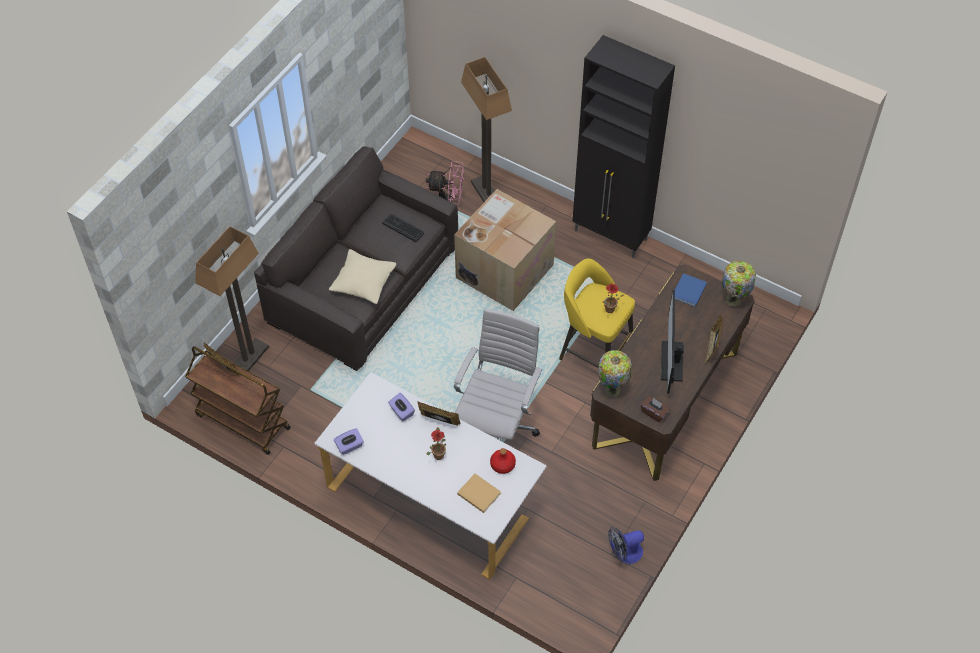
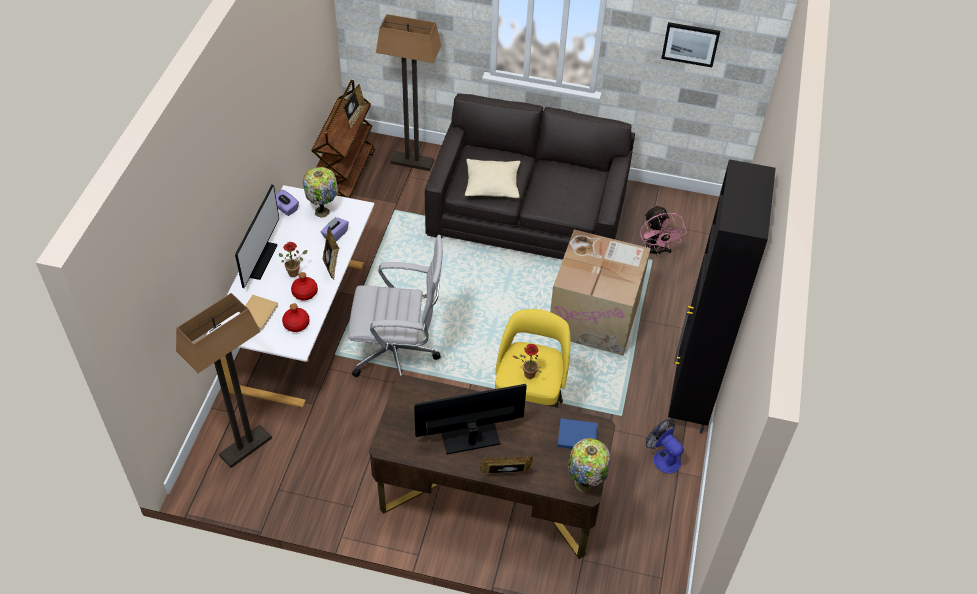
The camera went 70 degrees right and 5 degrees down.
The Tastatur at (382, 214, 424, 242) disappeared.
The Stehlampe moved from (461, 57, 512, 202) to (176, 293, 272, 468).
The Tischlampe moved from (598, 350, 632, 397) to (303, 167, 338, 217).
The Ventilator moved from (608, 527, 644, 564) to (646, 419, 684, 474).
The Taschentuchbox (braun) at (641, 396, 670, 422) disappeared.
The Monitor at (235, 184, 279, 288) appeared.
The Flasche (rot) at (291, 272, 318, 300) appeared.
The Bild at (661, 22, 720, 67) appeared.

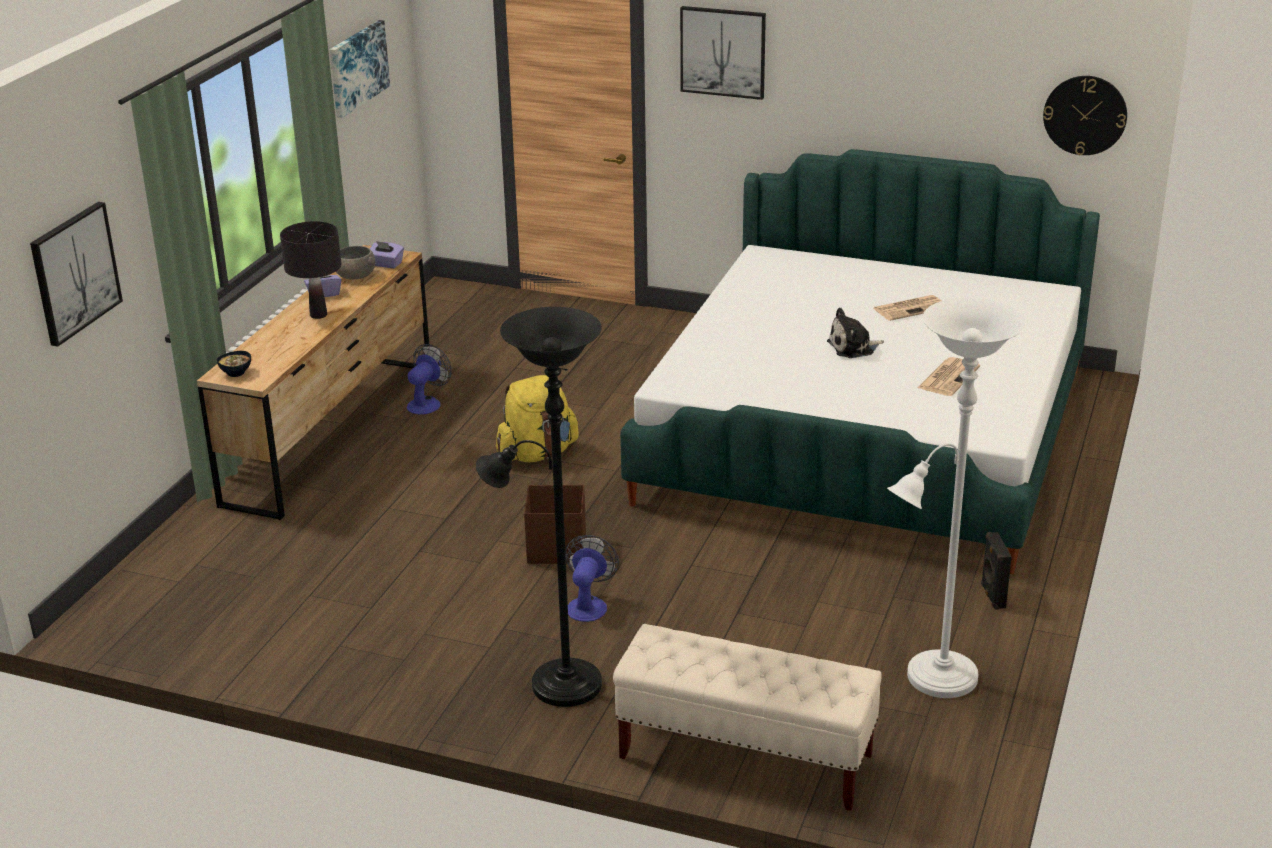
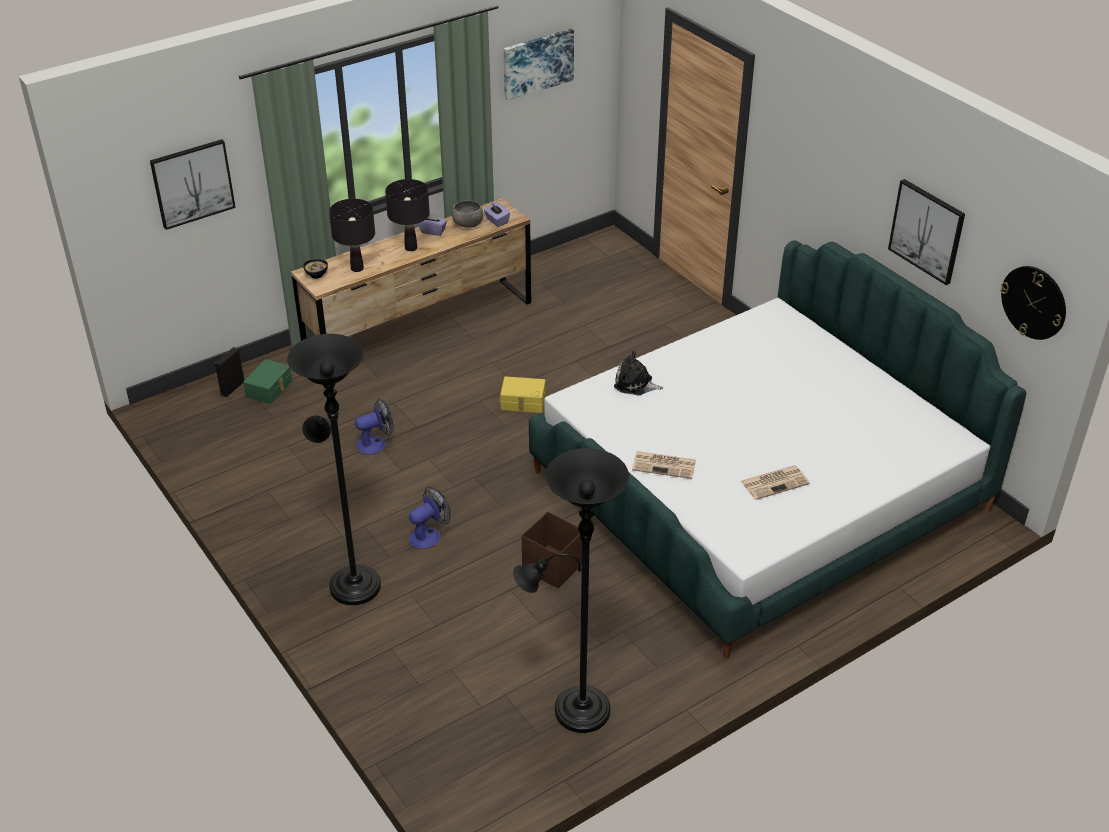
The camera went 35 degrees right and 10 degrees up.
The Ventilator moved from (407, 344, 452, 414) to (355, 398, 393, 455).
The Rucksack (gelb) at (496, 375, 579, 462) was replaced by the Aufbewahrungsbox (gelb) at (500, 376, 546, 413).
The Aufbewahrungsbox (braun) moved from (524, 485, 586, 564) to (522, 511, 582, 588).
The Bank (beige) at (613, 624, 882, 811) disappeared.
The Bild moved from (680, 6, 766, 100) to (888, 179, 965, 285).
The Plüschtier moved from (827, 308, 884, 358) to (614, 350, 663, 396).
The Zeitung moved from (873, 295, 941, 321) to (632, 451, 696, 479).
The Stehlampe (weiß) at (887, 298, 1026, 698) became the Stehlampe (schwarz) at (513, 448, 629, 733).
The Lautsprecher (schwarz) moved from (981, 532, 1012, 610) to (214, 347, 244, 397).
The Aufbewahrungsbox (grün) at (243, 359, 292, 404) appeared.
The Tischlampe (schwarz) at (329, 199, 375, 272) appeared.

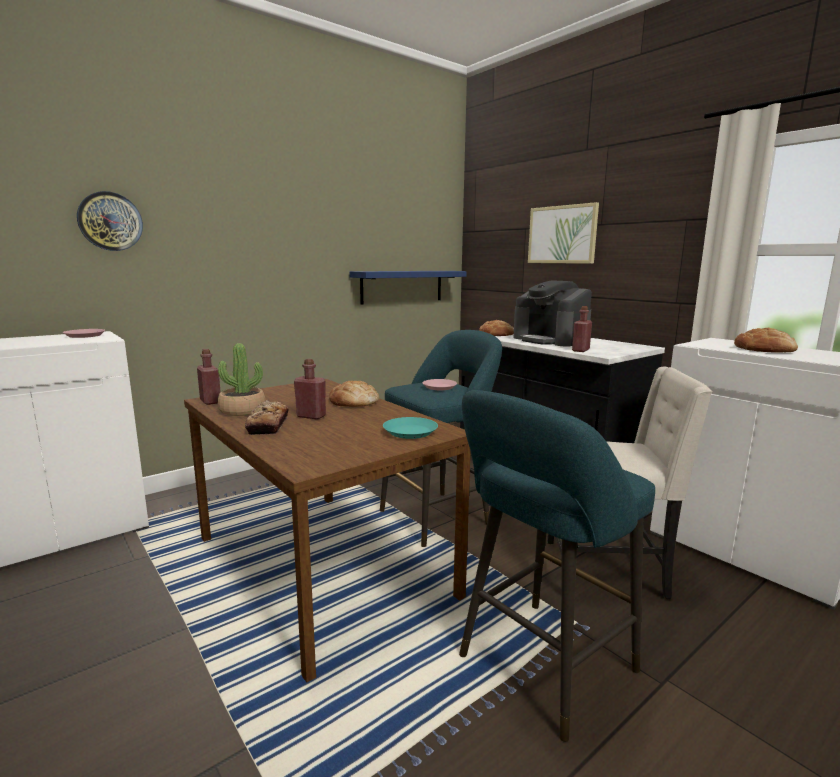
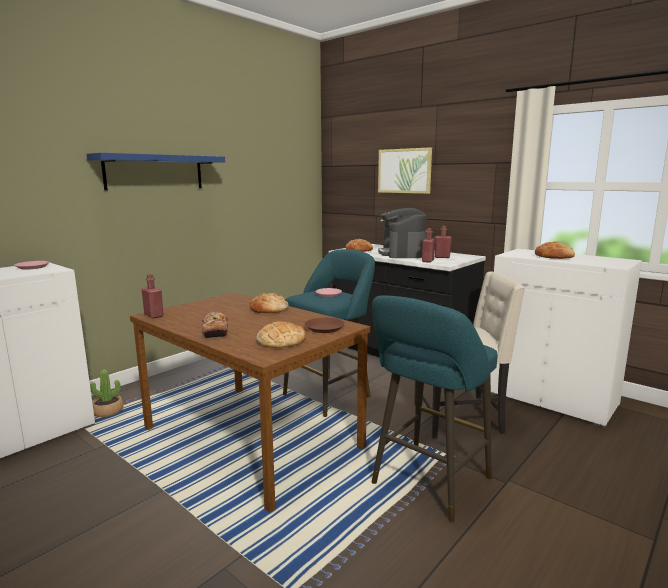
The camera went 10 degrees left and 0 degrees up.
The Wanduhr at (77, 191, 143, 251) disappeared.
The Topfpflanze moved from (218, 343, 266, 416) to (90, 369, 124, 417).
The Flasche (rot) moved from (294, 359, 326, 419) to (435, 226, 452, 258).
The Wandregal (blau) moved from (349, 271, 467, 304) to (87, 153, 225, 190).
The Teller (türkis) at (383, 417, 438, 439) became the Teller (braun) at (305, 318, 345, 333).
The Kaffeemaschine at (513, 280, 592, 346) turned 45 degrees clockwise.
The Brot at (257, 321, 306, 348) appeared.

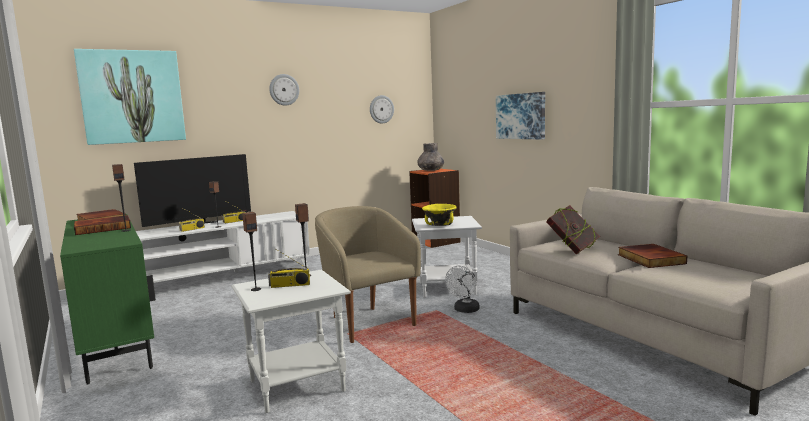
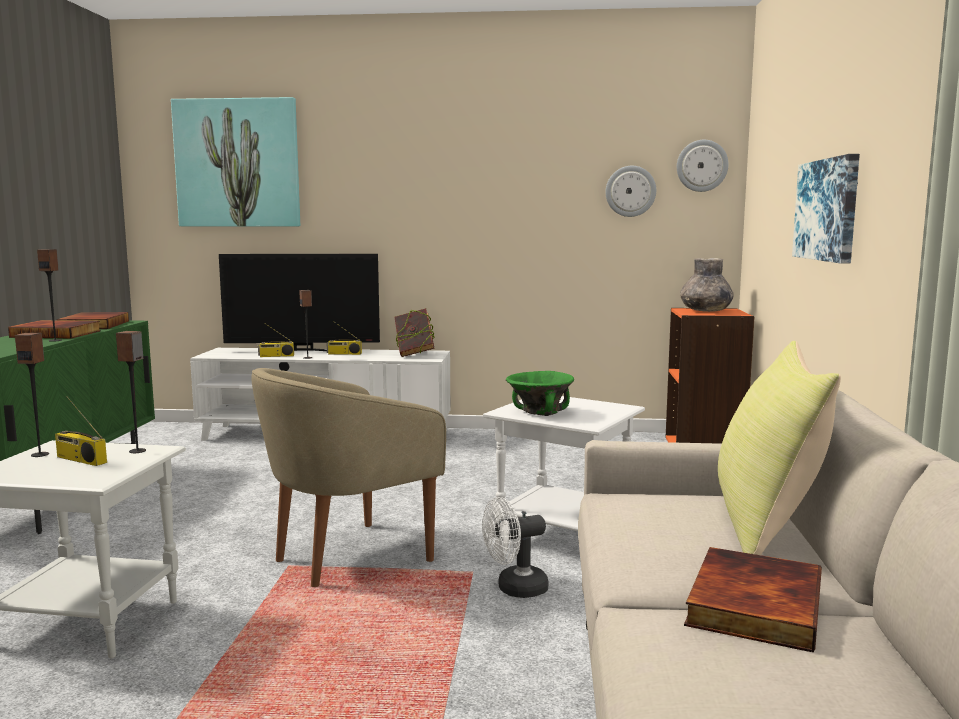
The camera went 35 degrees right and 0 degrees up.
The Wanduhr moved from (269, 74, 299, 106) to (677, 140, 729, 192).
The Sessel (beige) at (315, 206, 421, 343) turned 135 degrees counterclockwise.
The Schüssel (gelb) at (422, 204, 457, 226) became the Schüssel (grün) at (506, 371, 574, 416).
The Buch moved from (546, 205, 600, 254) to (394, 308, 435, 357).
The Kissen (gelb) at (718, 341, 841, 555) appeared.

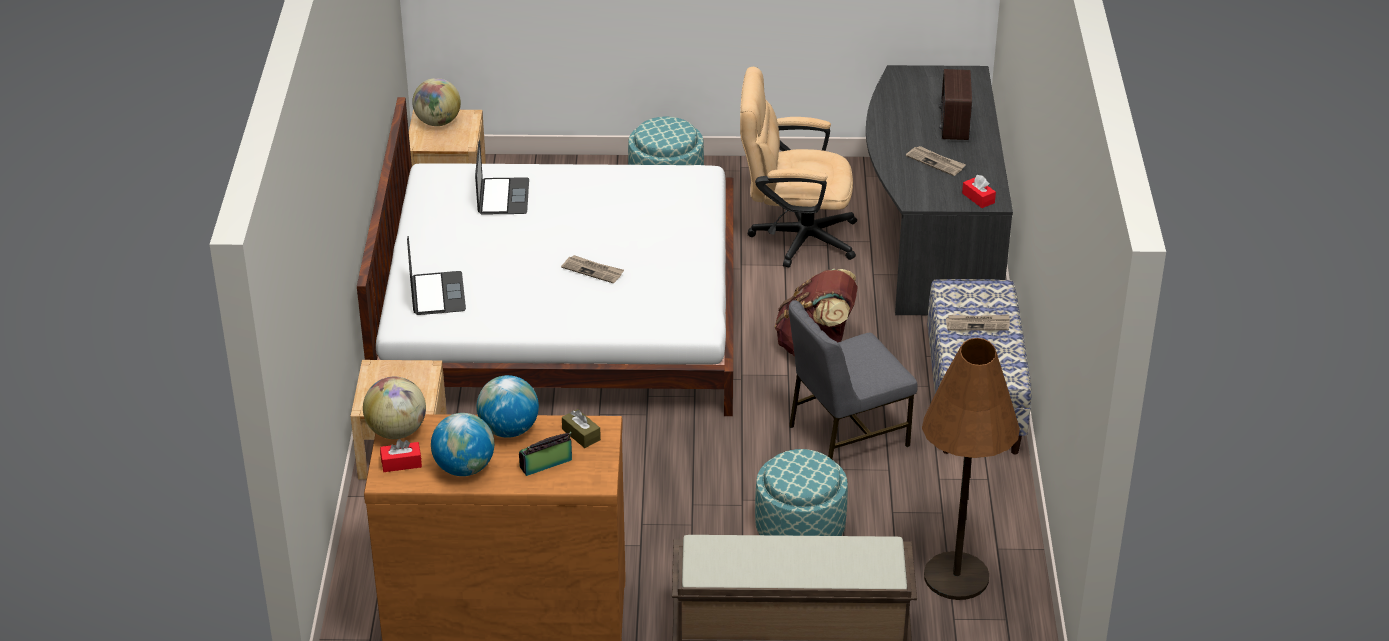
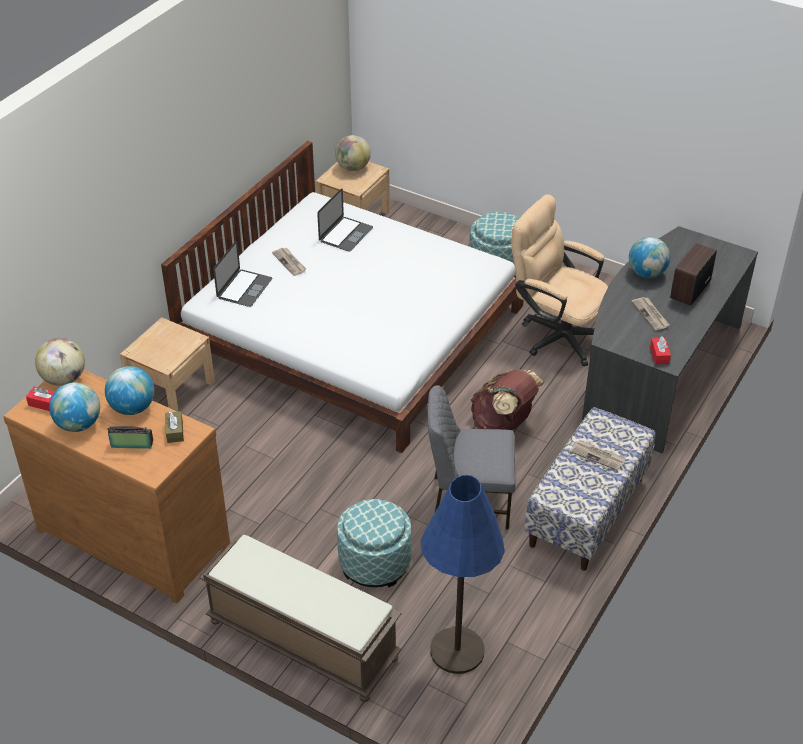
The camera went 30 degrees right and 5 degrees up.
The Zeitung moved from (561, 255, 624, 284) to (272, 248, 306, 276).
The Stehlampe (braun) at (922, 338, 1020, 600) became the Stehlampe (blau) at (421, 475, 505, 674).
The Globus at (629, 237, 670, 278) appeared.

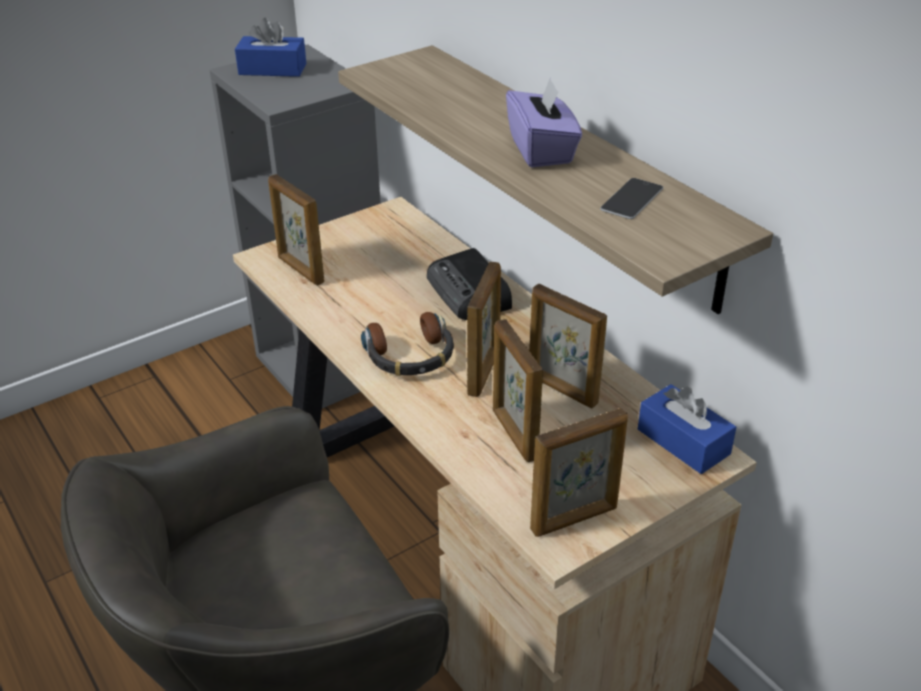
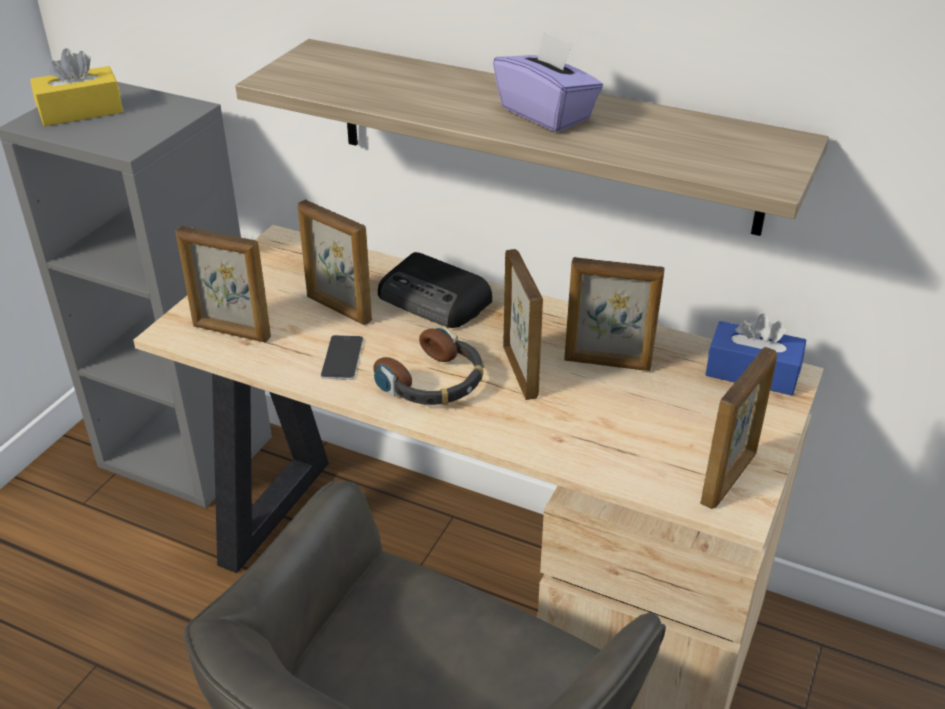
The camera went 30 degrees left and 0 degrees up.
The Taschentuchbox (blau) at (235, 18, 306, 77) became the Taschentuchbox (gelb) at (30, 48, 123, 126).
The Bilderrahmen moved from (493, 319, 543, 462) to (297, 200, 372, 325).
The Handy moved from (600, 178, 663, 219) to (321, 335, 363, 380).

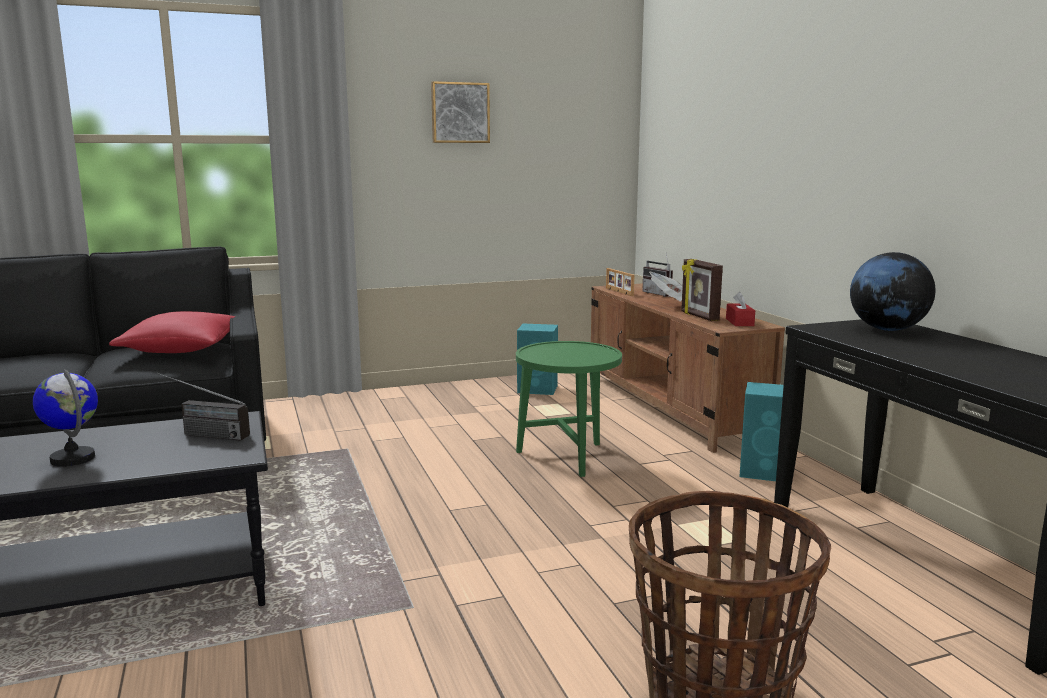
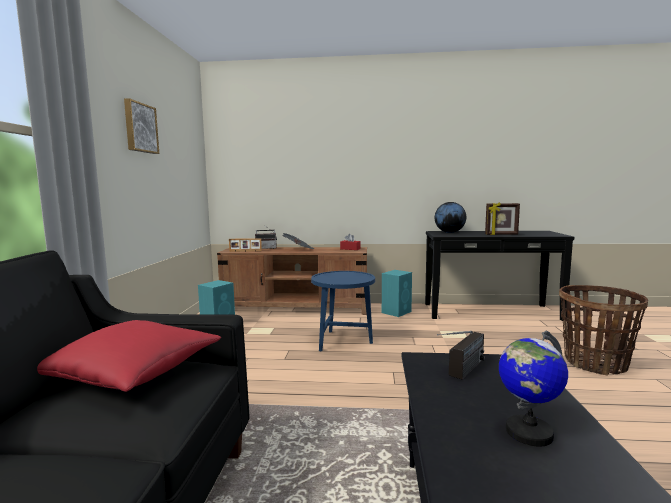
The camera went 65 degrees left and 5 degrees down.
The Beistelltisch (grün) at (516, 341, 622, 477) became the Beistelltisch (blau) at (311, 271, 375, 351).
The Bilderrahmen moved from (681, 259, 723, 321) to (485, 202, 520, 235).

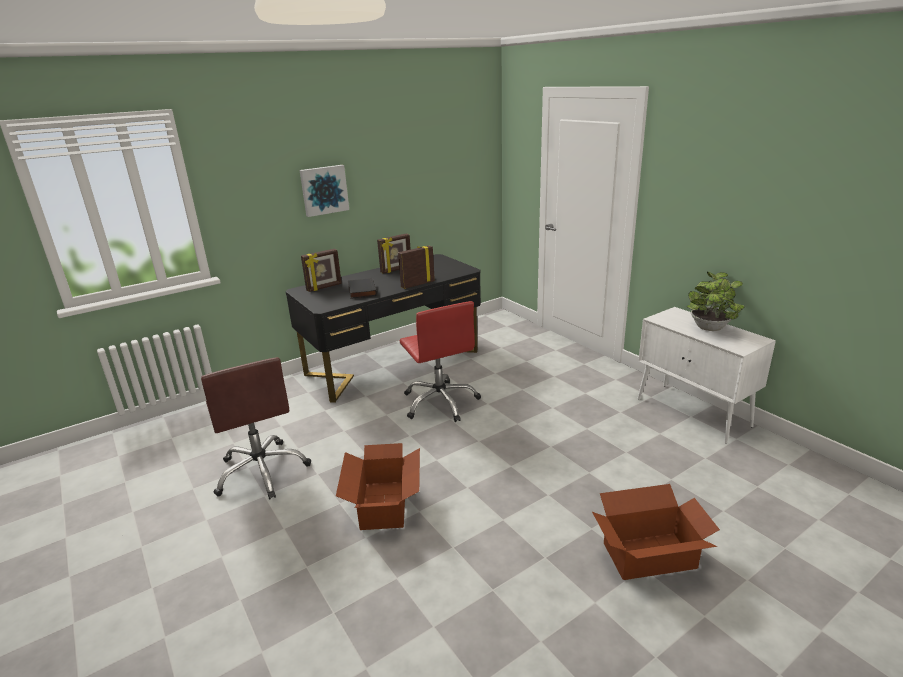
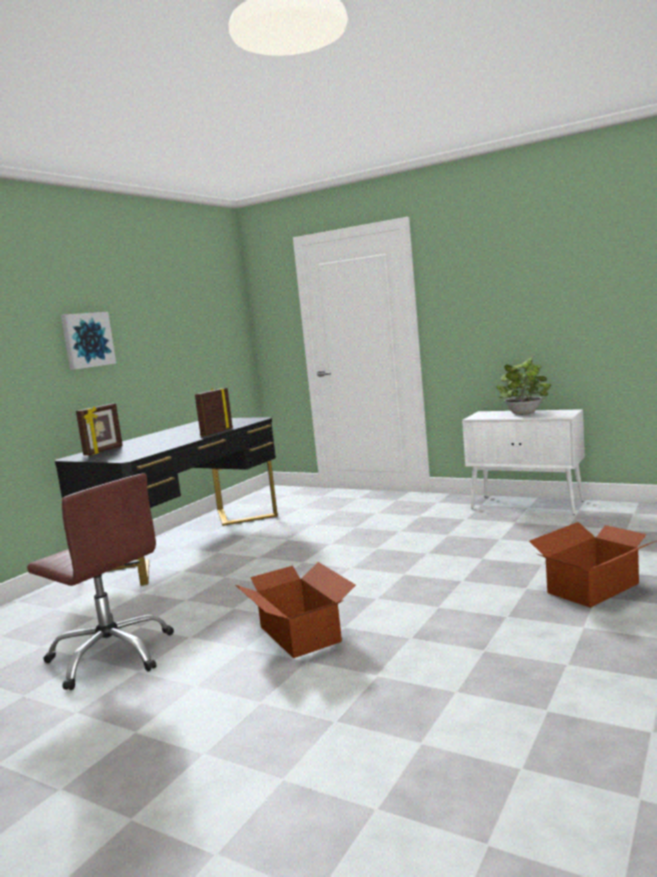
The camera went 25 degrees left and 15 degrees down.
The Buch (schwarz) at (348, 278, 377, 299) disappeared.
The Bilderrahmen at (377, 233, 411, 274) disappeared.
The Bürostuhl (rot) at (400, 301, 481, 422) disappeared.

